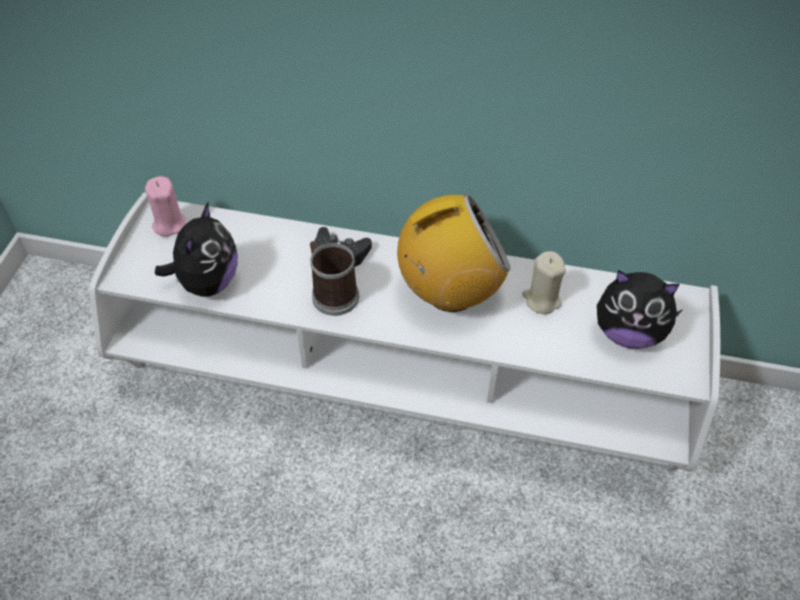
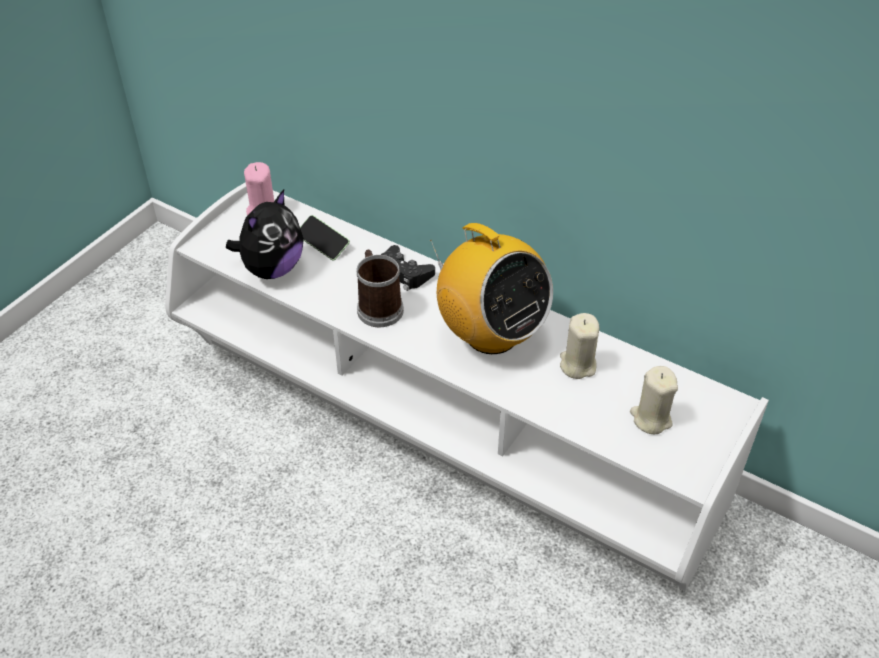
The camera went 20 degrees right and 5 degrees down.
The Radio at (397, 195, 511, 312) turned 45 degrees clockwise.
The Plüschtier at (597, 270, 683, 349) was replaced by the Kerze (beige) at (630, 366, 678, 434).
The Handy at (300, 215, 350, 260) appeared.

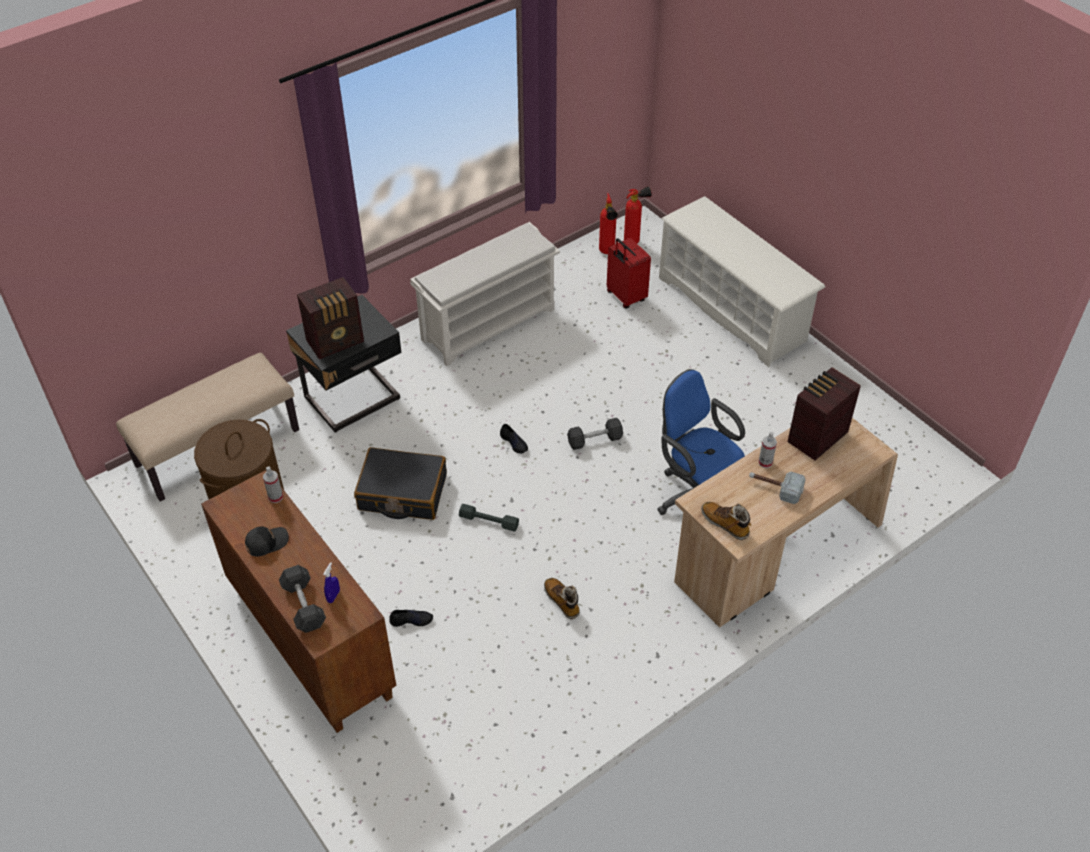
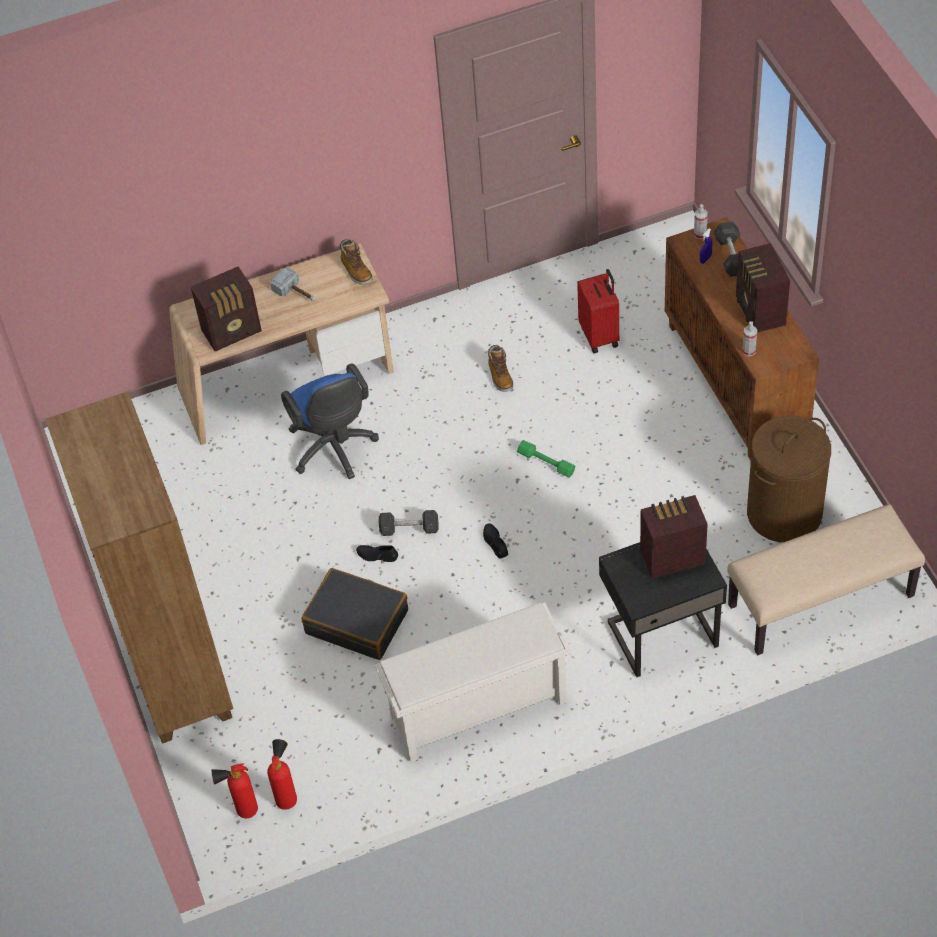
The camera went 160 degrees left and 5 degrees up.
The Kappe (schwarz) at (245, 526, 289, 557) was replaced by the Radio at (736, 243, 790, 333).
The Koffer (schwarz) moved from (354, 447, 447, 520) to (302, 568, 408, 660).
The Schuh (schwarz) moved from (389, 610, 433, 627) to (356, 545, 398, 562).
The Hantel (grau) at (459, 504, 519, 532) became the Hantel (grün) at (517, 440, 575, 478).
The Koffer (rot) moved from (607, 238, 651, 309) to (577, 269, 619, 353).
The Schuhregal (weiß) at (659, 196, 825, 367) was replaced by the Bücherregal (braun) at (45, 392, 233, 744).
The Sprühflasche moved from (758, 432, 777, 468) to (694, 204, 708, 239).

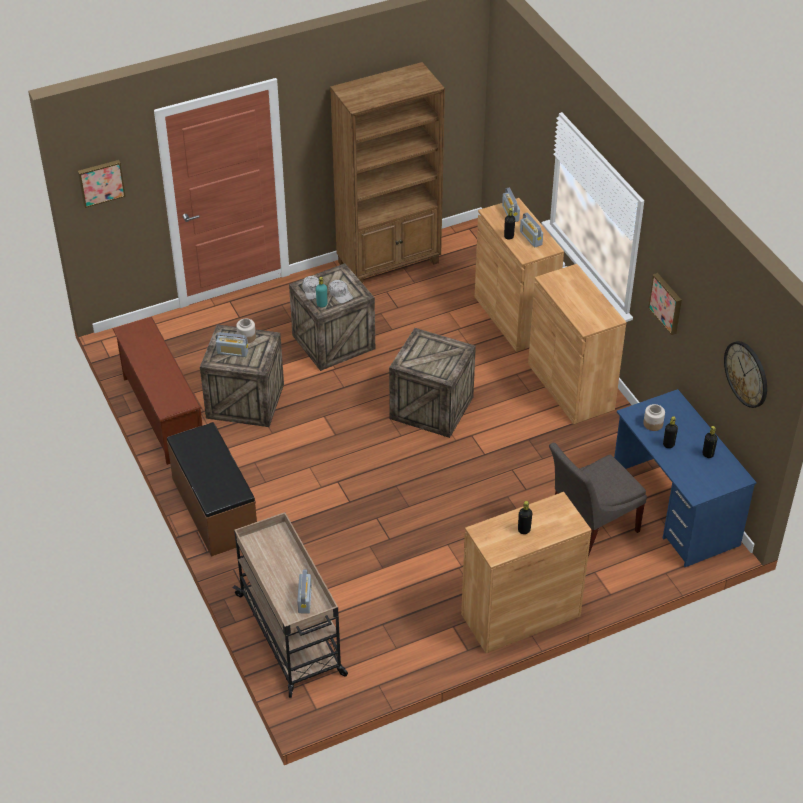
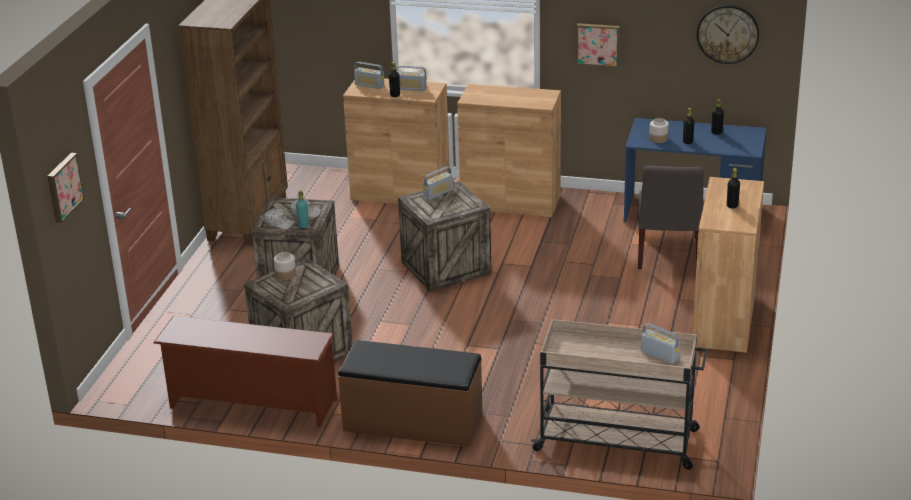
The camera went 50 degrees left and 15 degrees down.
The Radio moved from (216, 332, 248, 357) to (423, 166, 453, 200).

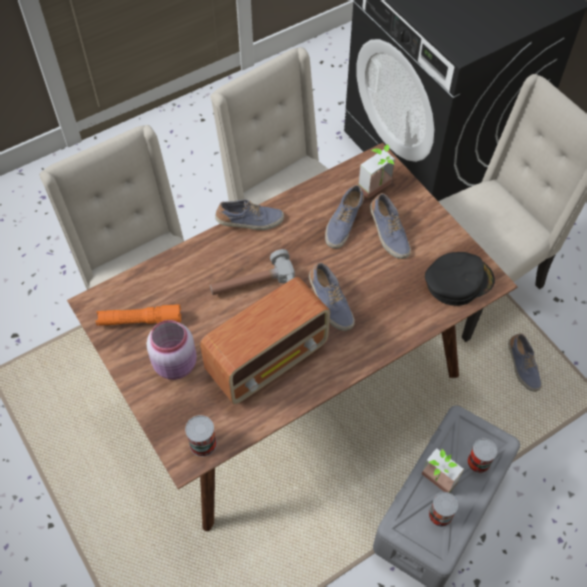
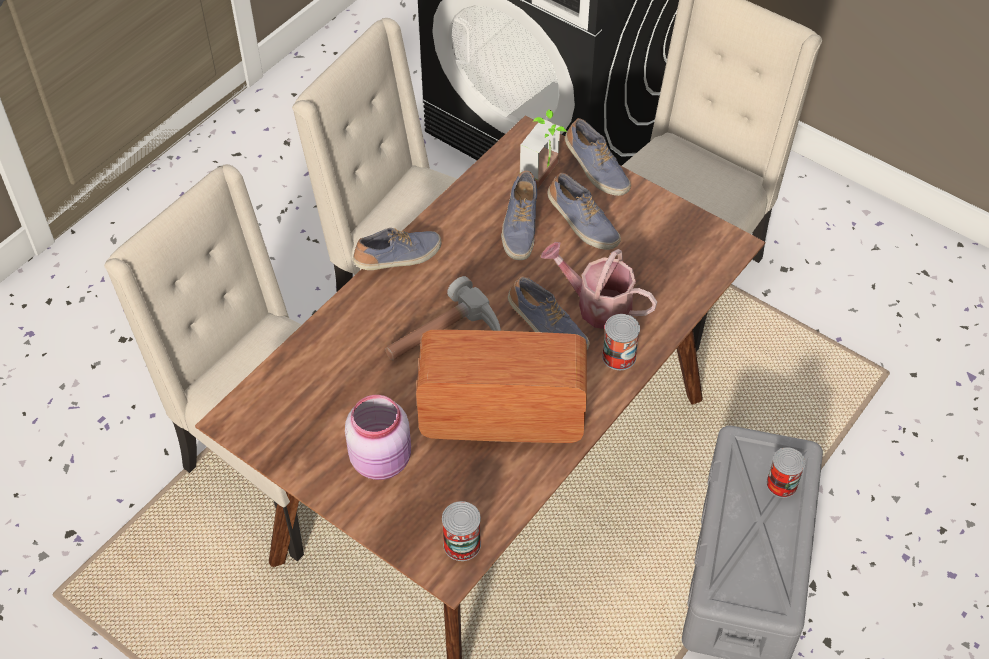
The camera went 20 degrees left and 5 degrees down.
The Taschenlampe (orange) at (96, 304, 181, 326) disappeared.
The Radio at (200, 277, 330, 404) turned 120 degrees counterclockwise.
The Topfpflanze at (422, 448, 464, 493) disappeared.
The Kappe (schwarz) at (425, 252, 495, 306) disappeared.
The Dose moved from (428, 492, 458, 527) to (602, 314, 640, 370).
The Schuh moved from (508, 333, 542, 392) to (565, 118, 631, 196).
The Gießkanne at (541, 242, 657, 329) appeared.

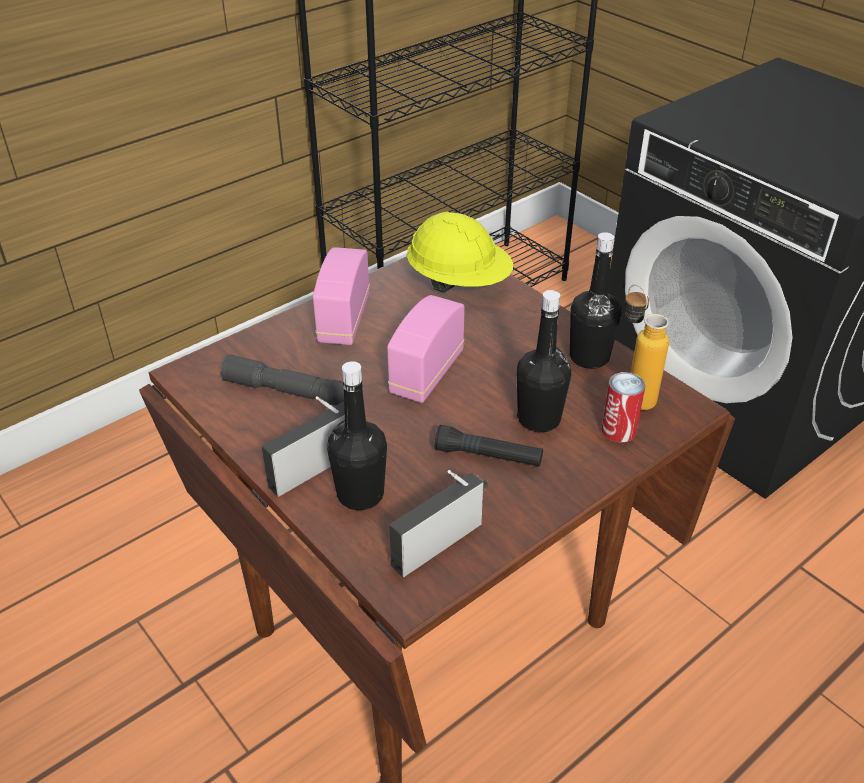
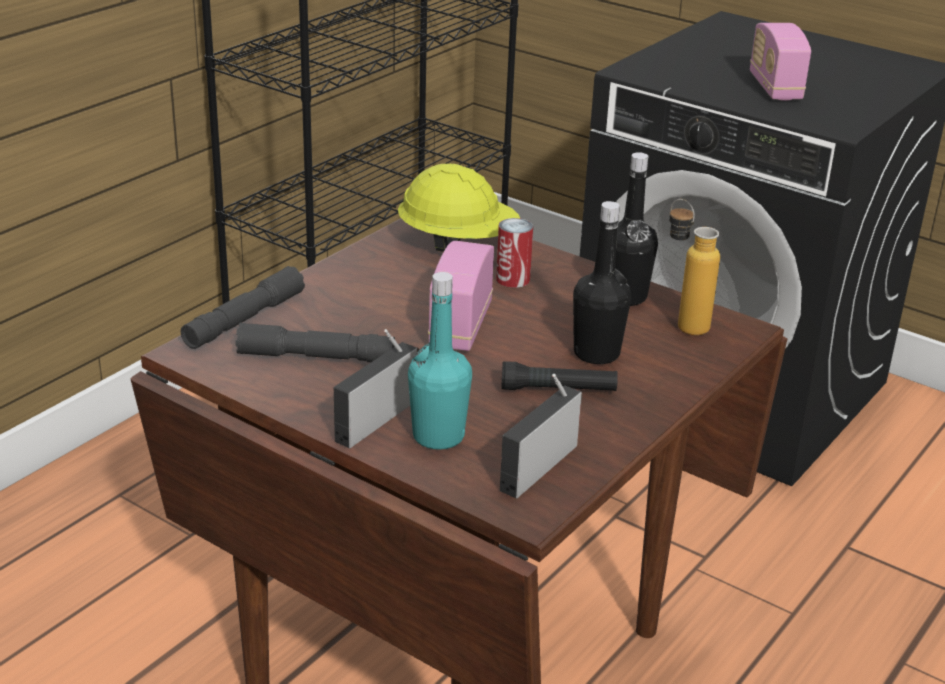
The camera went 15 degrees left and 10 degrees down.
The Radio moved from (313, 247, 370, 345) to (750, 23, 811, 101).
The Flasche (schwarz) at (327, 361, 387, 510) became the Flasche (türkis) at (408, 272, 472, 450).
The Dose moved from (601, 372, 646, 442) to (496, 218, 533, 288).
The Taschenlampe (grau) at (181, 266, 305, 349) appeared.

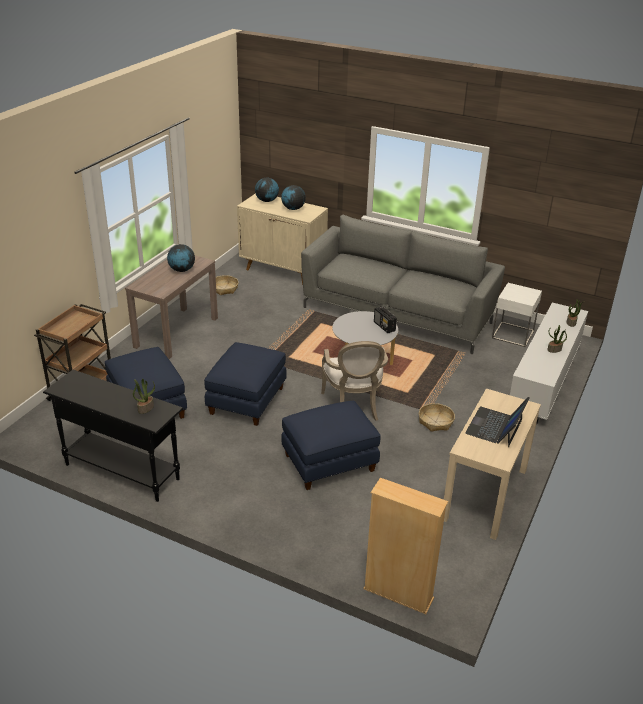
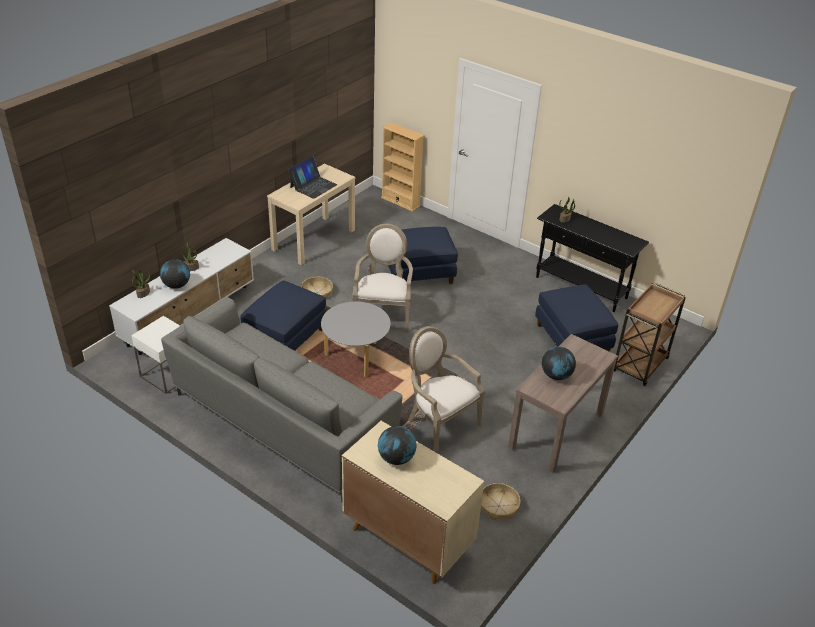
The camera went 170 degrees left and 5 degrees up.
The Polsterhocker (blau) moved from (204, 342, 286, 426) to (240, 280, 327, 351).
The Globus moved from (255, 178, 279, 202) to (160, 259, 190, 289).
The Radio at (374, 306, 397, 333) disappeared.
The Sessel at (408, 326, 485, 453) appeared.

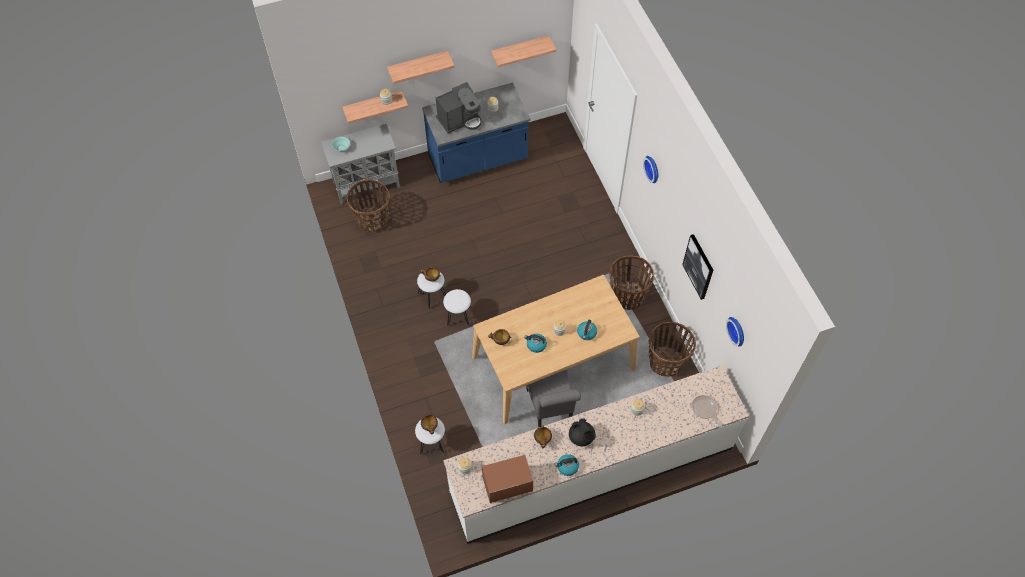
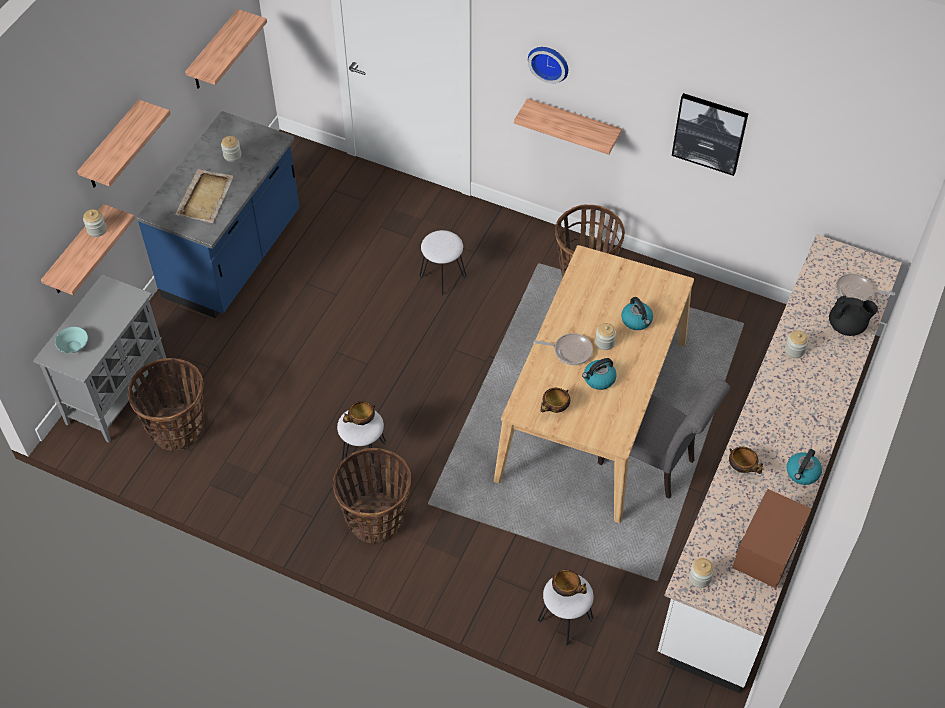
The camera went 45 degrees left and 5 degrees down.
The Kaffeemaschine at (436, 82, 481, 133) was replaced by the Tablett (beige) at (175, 169, 234, 223).
The Hocker (weiß) moved from (443, 289, 471, 326) to (420, 230, 466, 295).
The Teekanne (schwarz) moved from (569, 418, 596, 446) to (829, 296, 878, 336).
The Korb moved from (649, 322, 696, 377) to (332, 448, 411, 544).
The Wanduhr at (726, 317, 744, 347) disappeared.
The Wandregal at (514, 98, 622, 155) appeared.
The Pfanne at (534, 333, 593, 365) appeared.

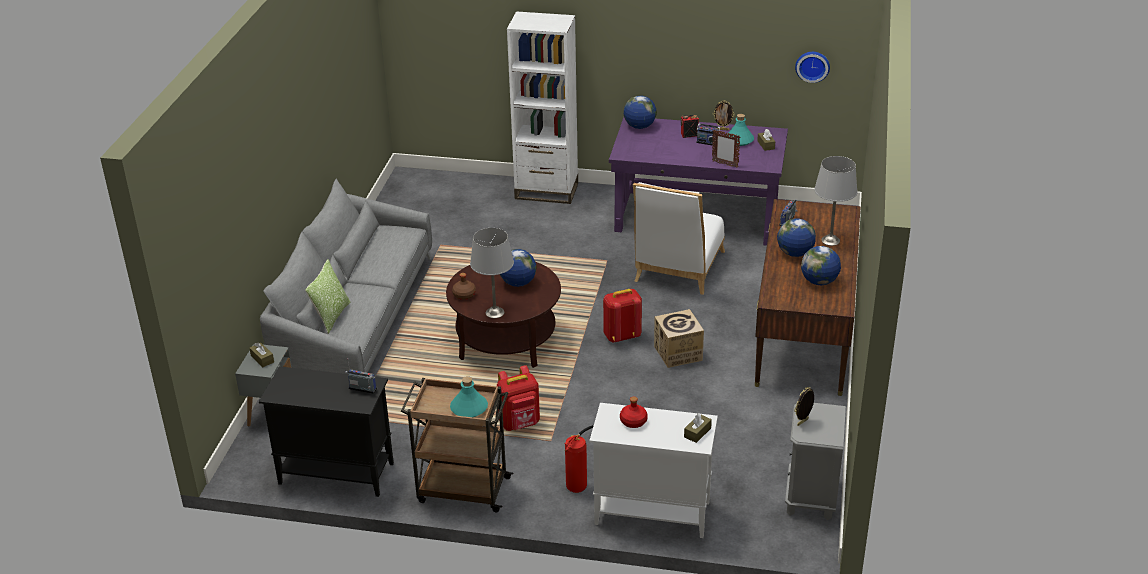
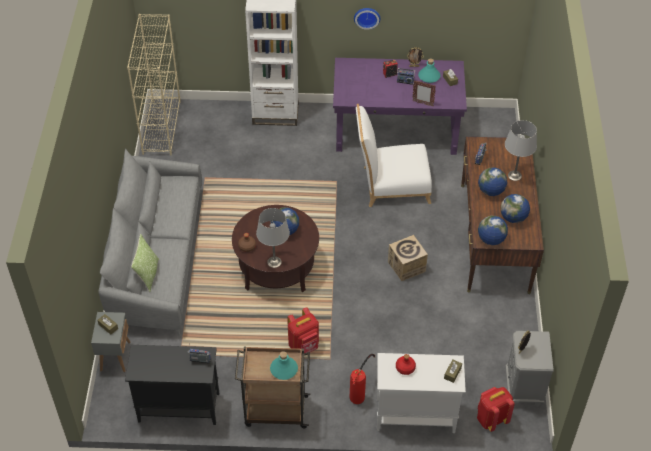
The camera went 10 degrees left and 15 degrees up.
The Rucksack (rot) moved from (603, 289, 642, 343) to (477, 387, 515, 432).
The Globus moved from (624, 95, 657, 129) to (478, 216, 508, 245).
The Stuhl (weiß) at (633, 182, 725, 295) turned 75 degrees clockwise.
The Wanduhr moved from (795, 52, 830, 83) to (354, 8, 380, 30).
The Bücherregal (beige) at (127, 14, 181, 155) appeared.

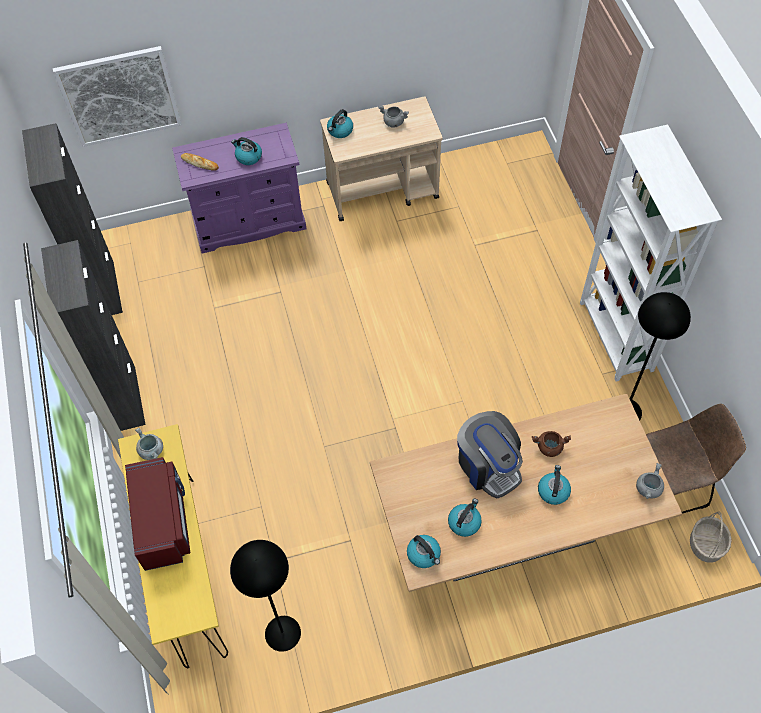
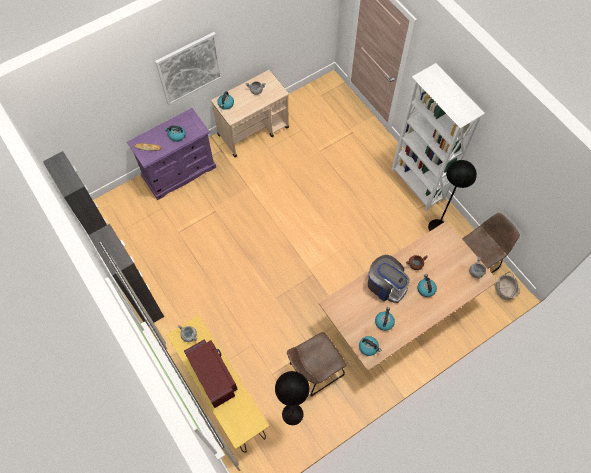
The camera went 20 degrees left and 5 degrees up.
The Bild moved from (53, 46, 182, 147) to (155, 32, 223, 105).
The Stuhl (braun) at (287, 332, 346, 396) appeared.

